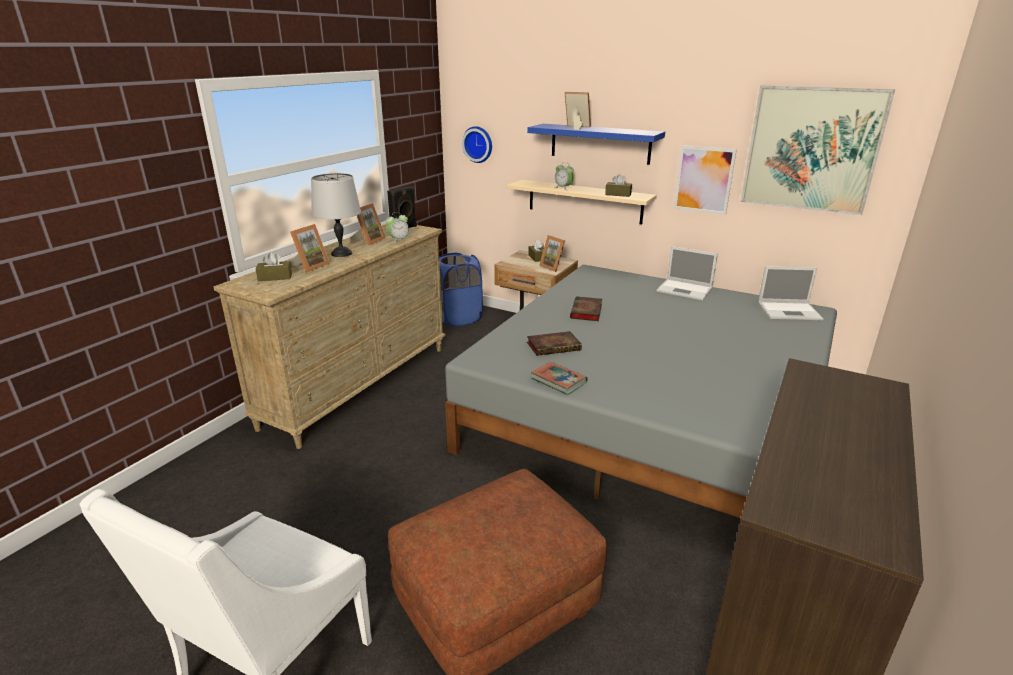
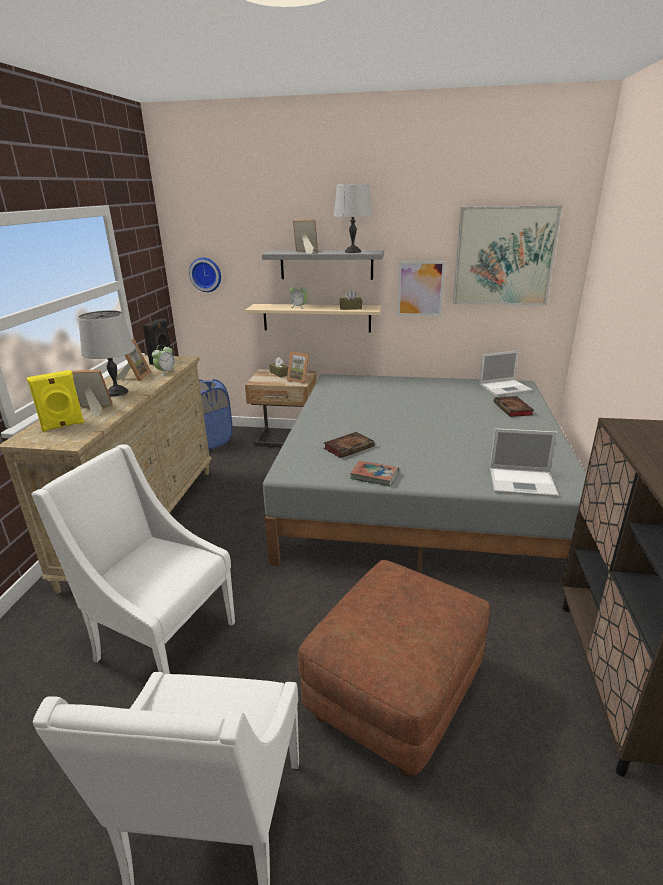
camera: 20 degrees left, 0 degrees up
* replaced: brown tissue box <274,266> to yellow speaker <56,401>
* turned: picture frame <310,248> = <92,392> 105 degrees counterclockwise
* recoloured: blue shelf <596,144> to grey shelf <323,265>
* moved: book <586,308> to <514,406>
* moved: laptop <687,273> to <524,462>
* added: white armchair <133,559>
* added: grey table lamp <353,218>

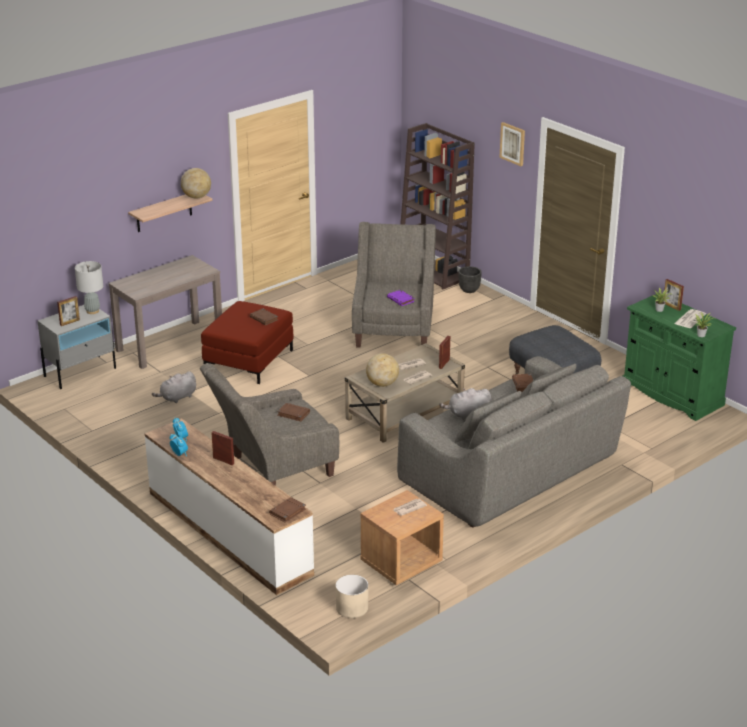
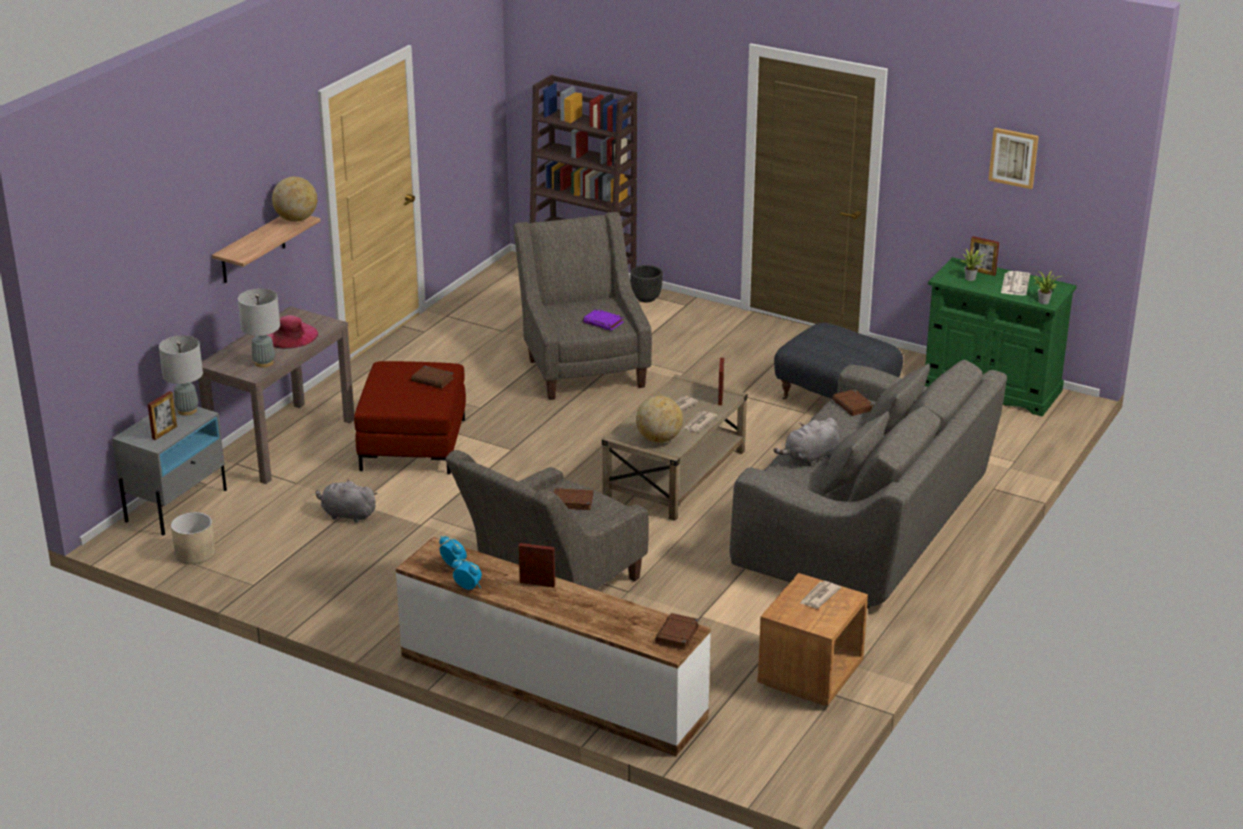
camera: 20 degrees left, 0 degrees up
* turned: grey plush toy <174,387> = <347,501> 75 degrees clockwise
* moved: beige planter <352,596> to <193,538>
* moved: picture <512,144> to <1014,158>
* added: grey table lamp <259,328>
* added: pink hat <293,332>

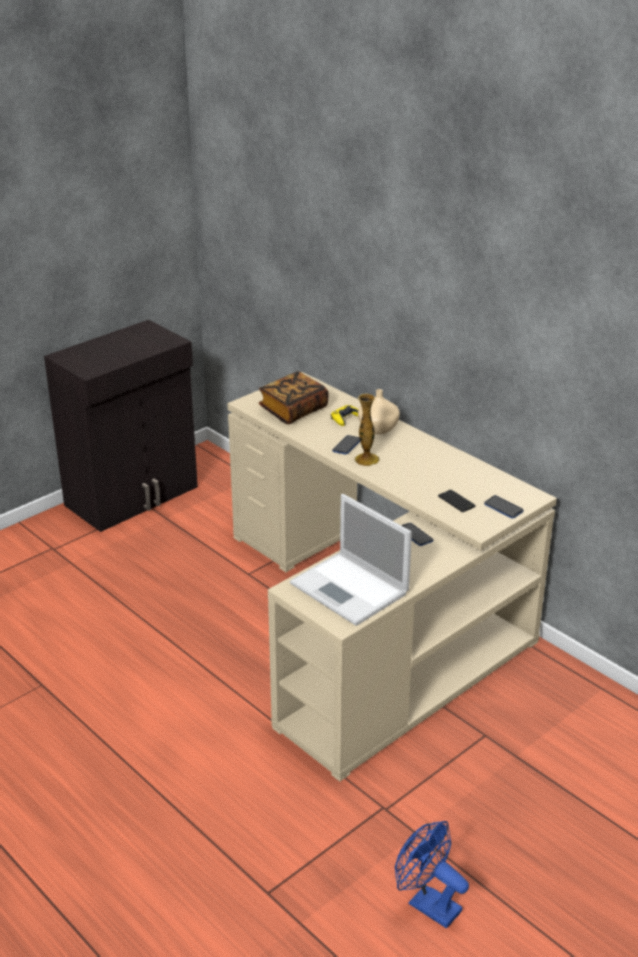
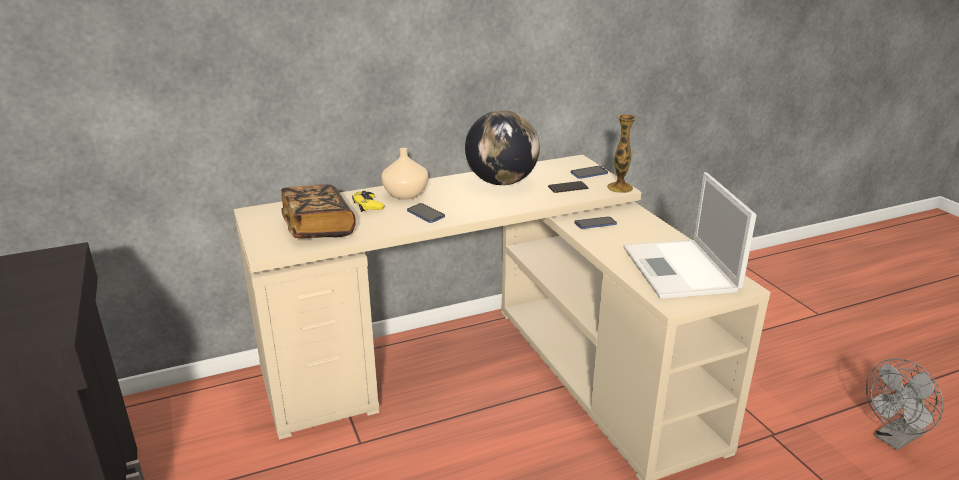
camera: 70 degrees left, 5 degrees down
* turned: laptop <351,560> = <690,235> 105 degrees clockwise
* moved: vase <367,429> to <621,153>
* recoloured: blue fan <432,875> to grey fan <905,404>
* added: globe <502,147>

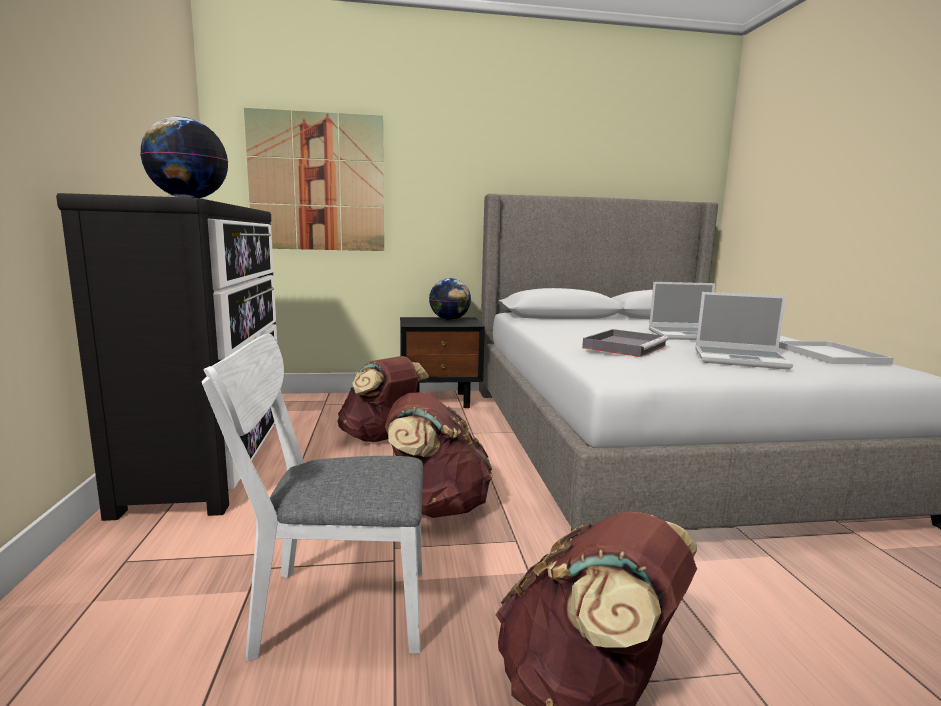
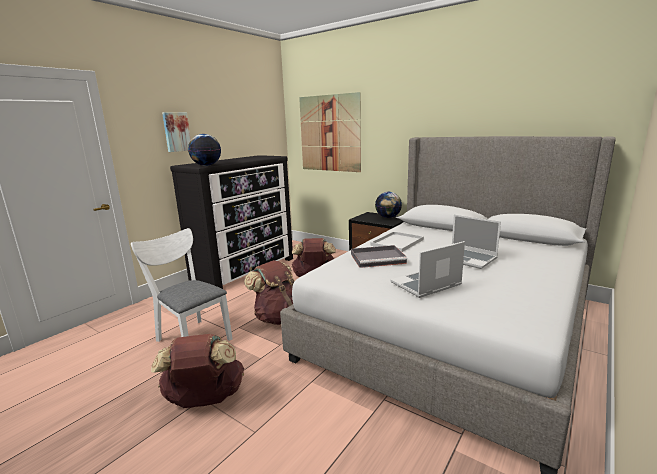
camera: 45 degrees right, 5 degrees up
* turned: laptop <744,331> = <427,269> 90 degrees clockwise
* moved: white tray <836,352> to <397,241>
* added: picture <176,132>

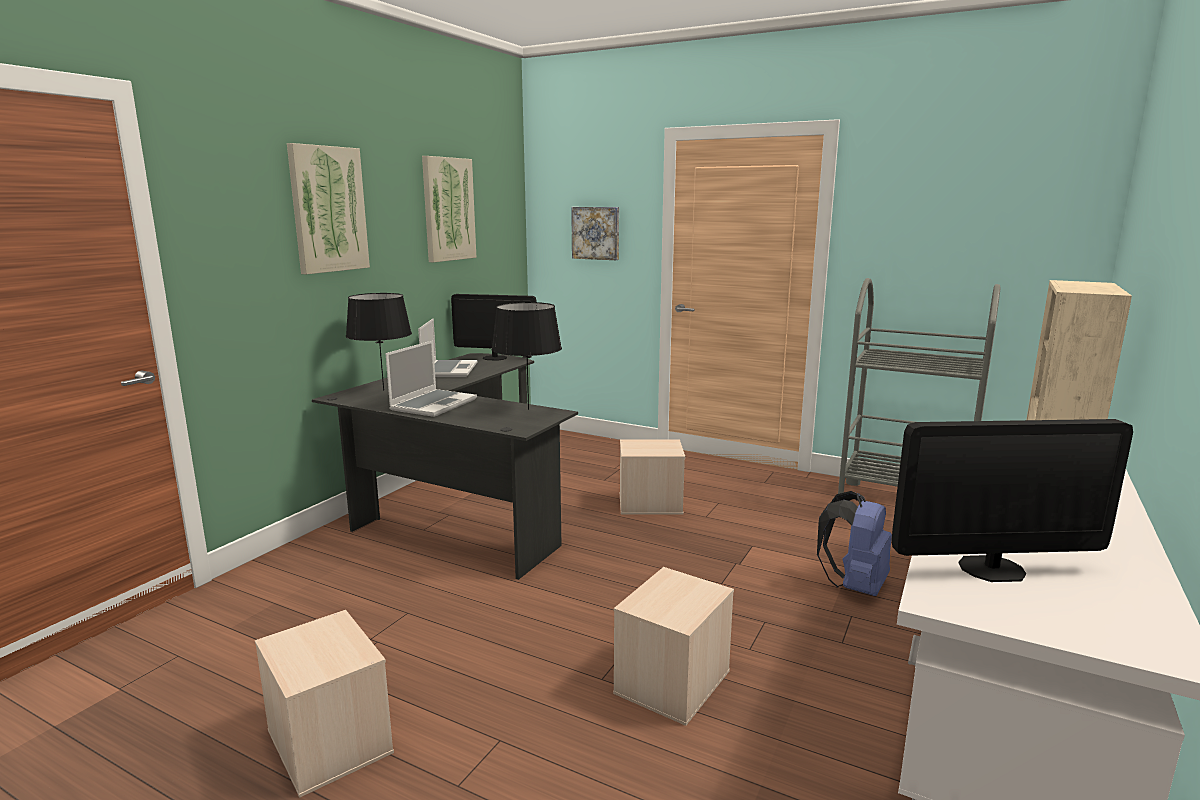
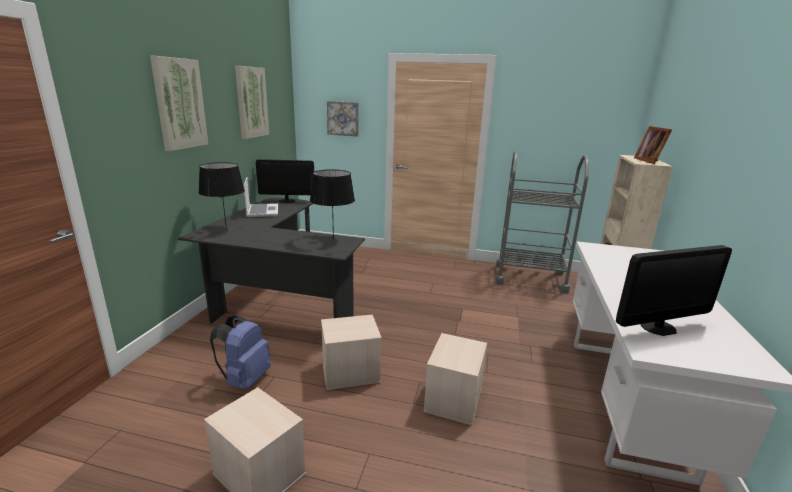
camera: 15 degrees left, 5 degrees up
* removed: laptop <431,378>
* moved: beige storage box <652,477> to <351,352>
* moved: blue backpack <854,543> to <240,352>
* added: picture frame <653,145>

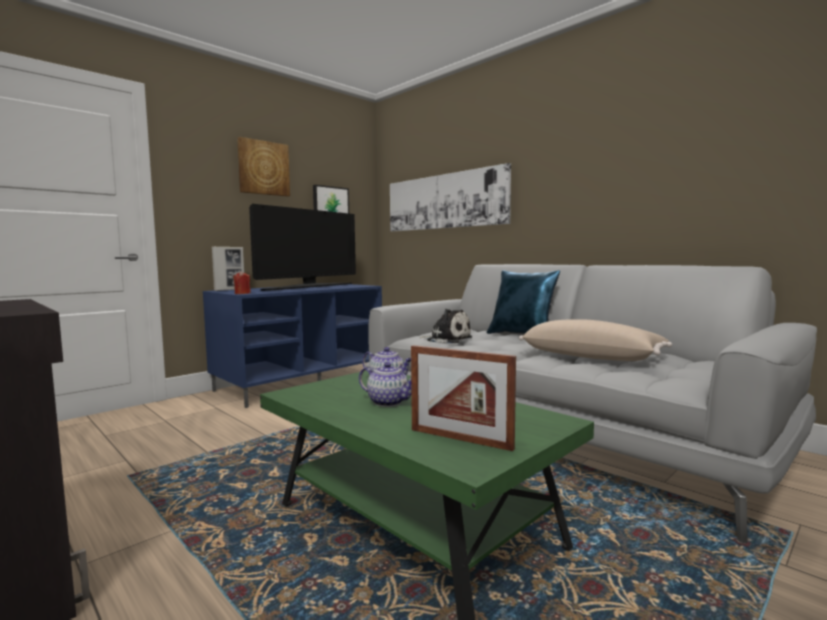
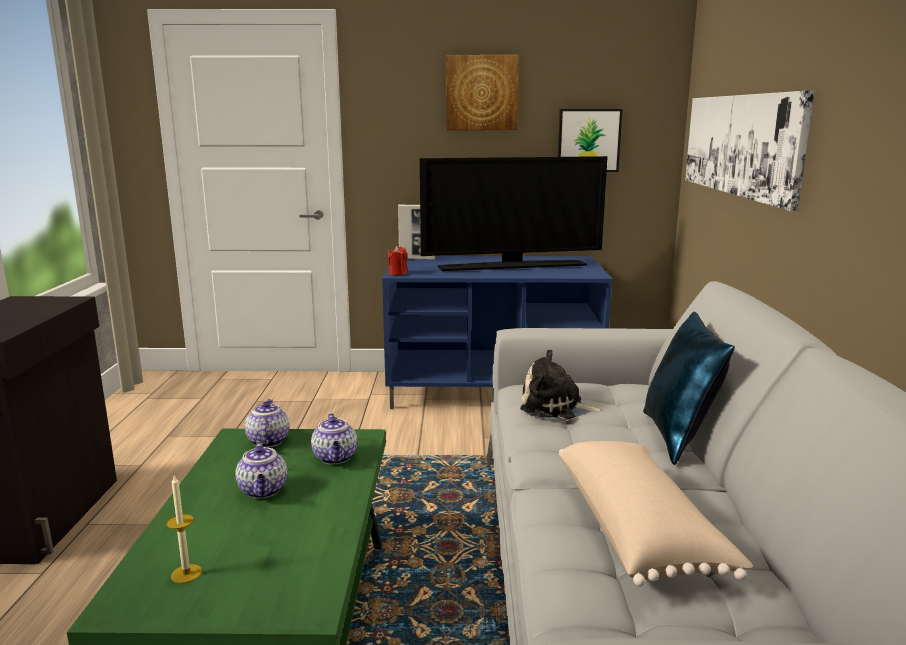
camera: 45 degrees right, 10 degrees up
* replaced: picture frame <463,398> to candle <184,529>
* turned: plush toy <445,326> = <562,384> 120 degrees clockwise
* added: teapot <267,423>

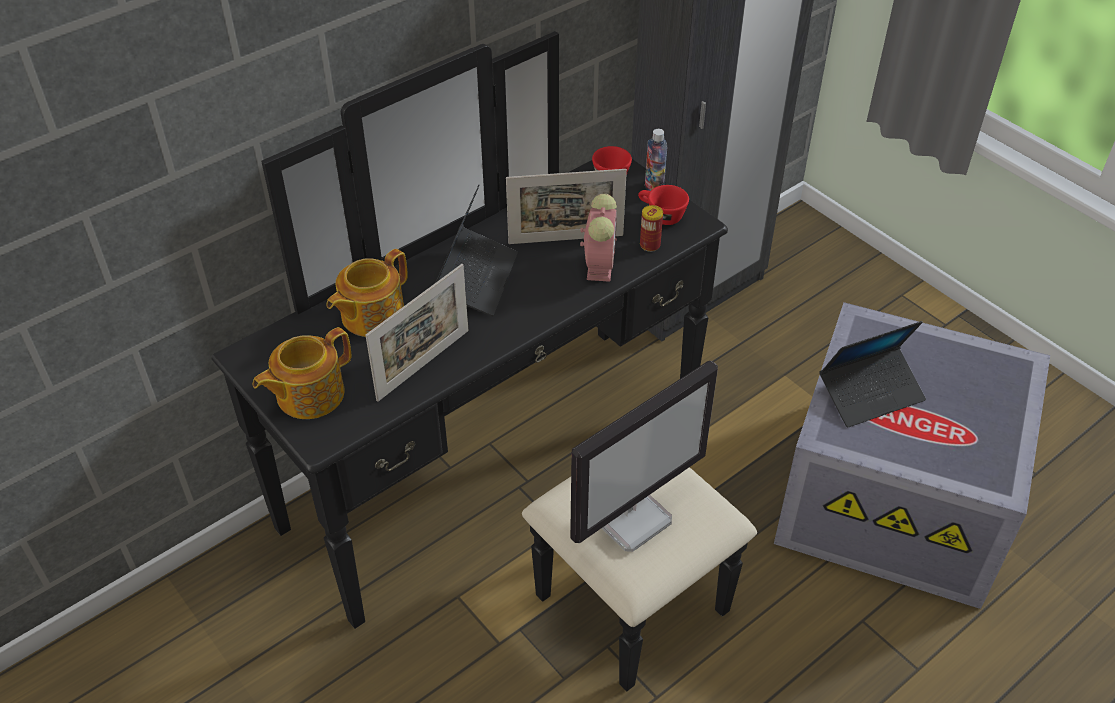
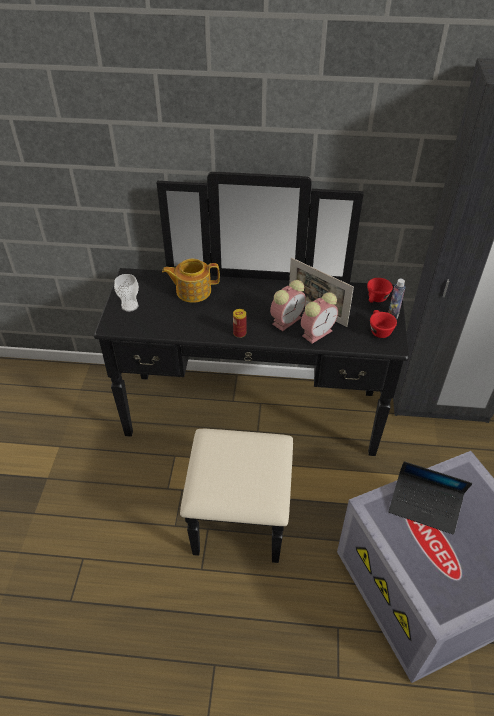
camera: 45 degrees right, 0 degrees up
* replaced: teapot <301,373> to cup <126,293>
* removed: picture frame <417,333>
* removed: laptop <476,250>
* removed: monitor <644,456>
* moved: can <651,228> to <239,323>
* added: alarm clock <288,305>

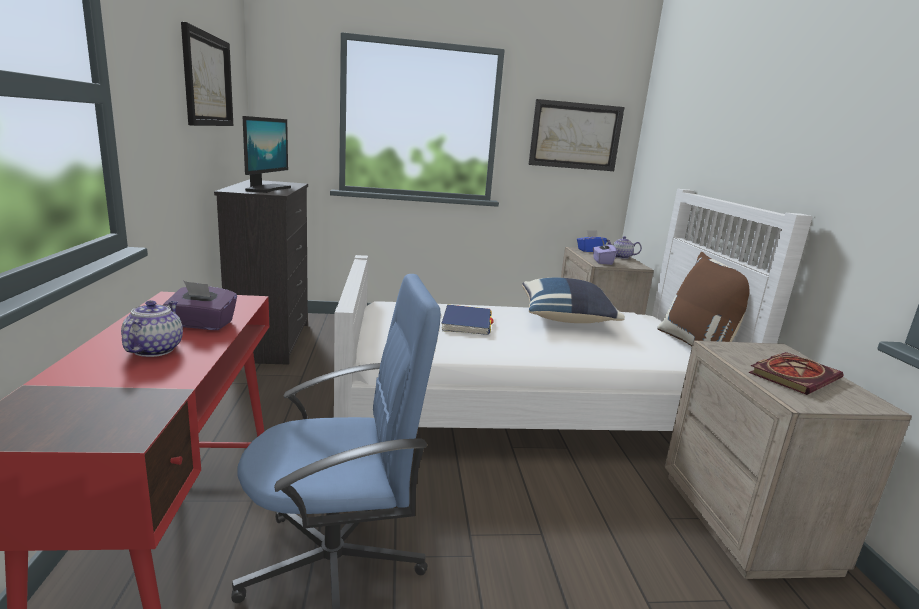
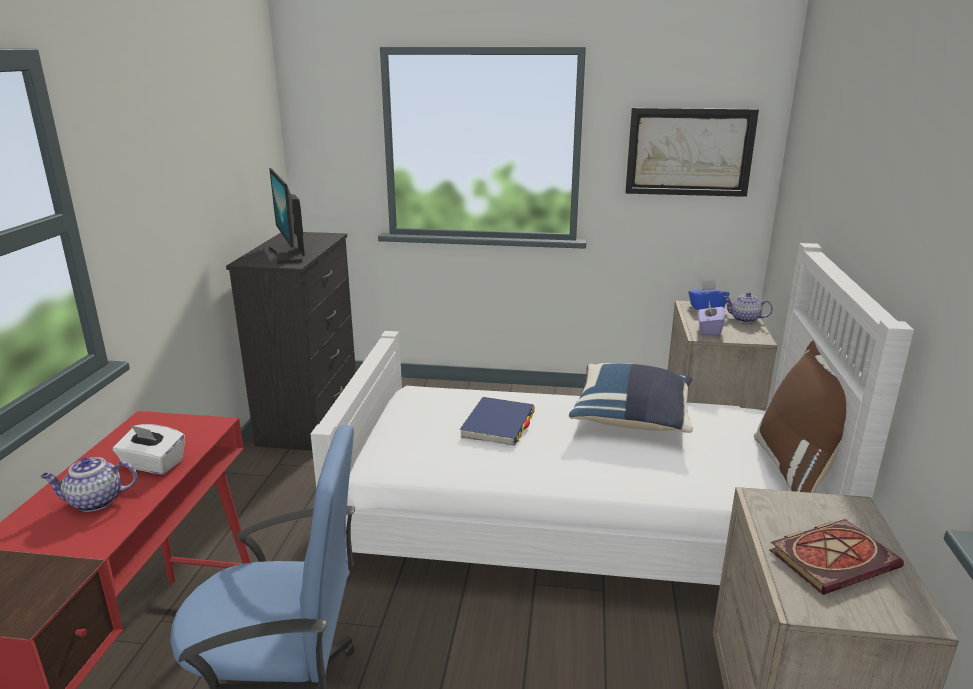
camera: 15 degrees right, 5 degrees up
* turned: teapot <152,328> = <88,484> 120 degrees counterclockwise
* recoloured: purple tissue box <200,305> to white tissue box <149,449>
* removed: picture <207,74>
* turned: monitor <267,154> = <286,216> 135 degrees clockwise

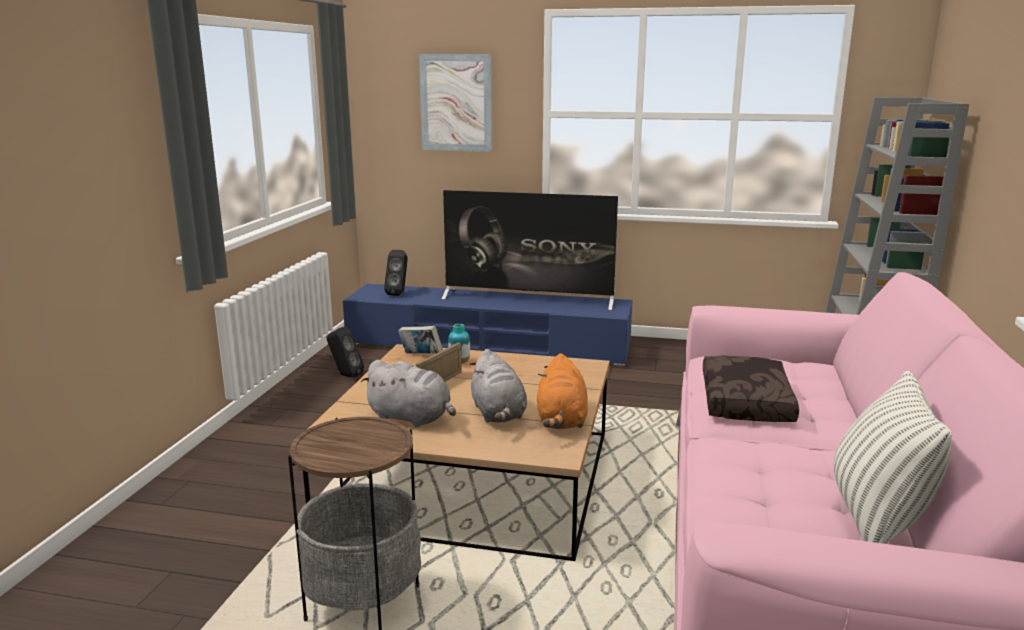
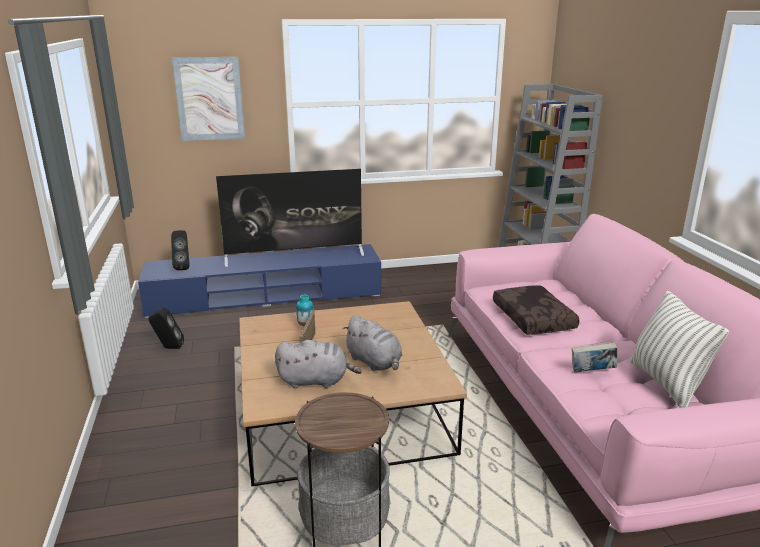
camera: 25 degrees left, 5 degrees up
* moved: book <420,340> to <594,357>
* removed: orange plush toy <562,391>

